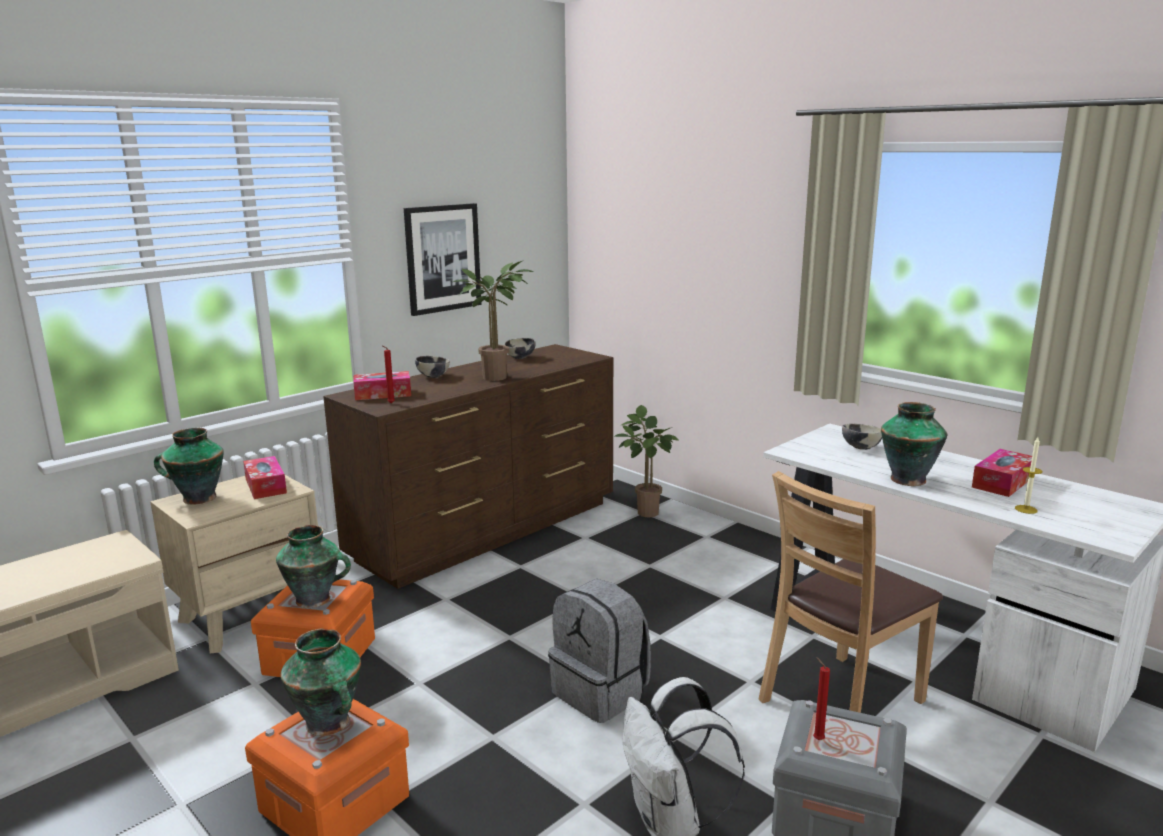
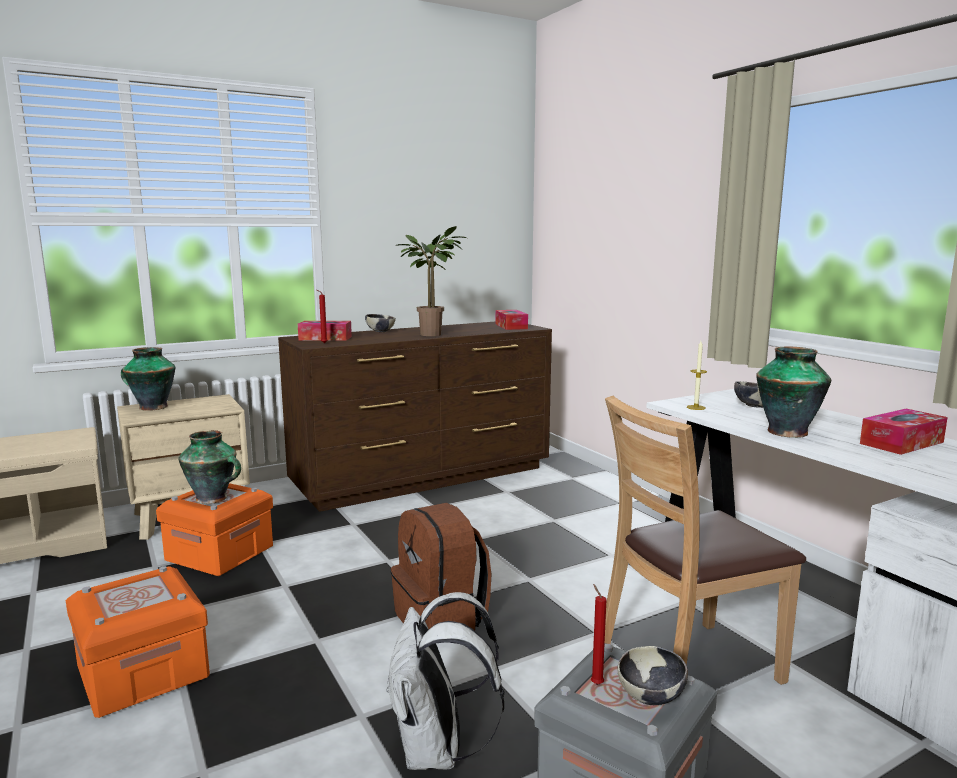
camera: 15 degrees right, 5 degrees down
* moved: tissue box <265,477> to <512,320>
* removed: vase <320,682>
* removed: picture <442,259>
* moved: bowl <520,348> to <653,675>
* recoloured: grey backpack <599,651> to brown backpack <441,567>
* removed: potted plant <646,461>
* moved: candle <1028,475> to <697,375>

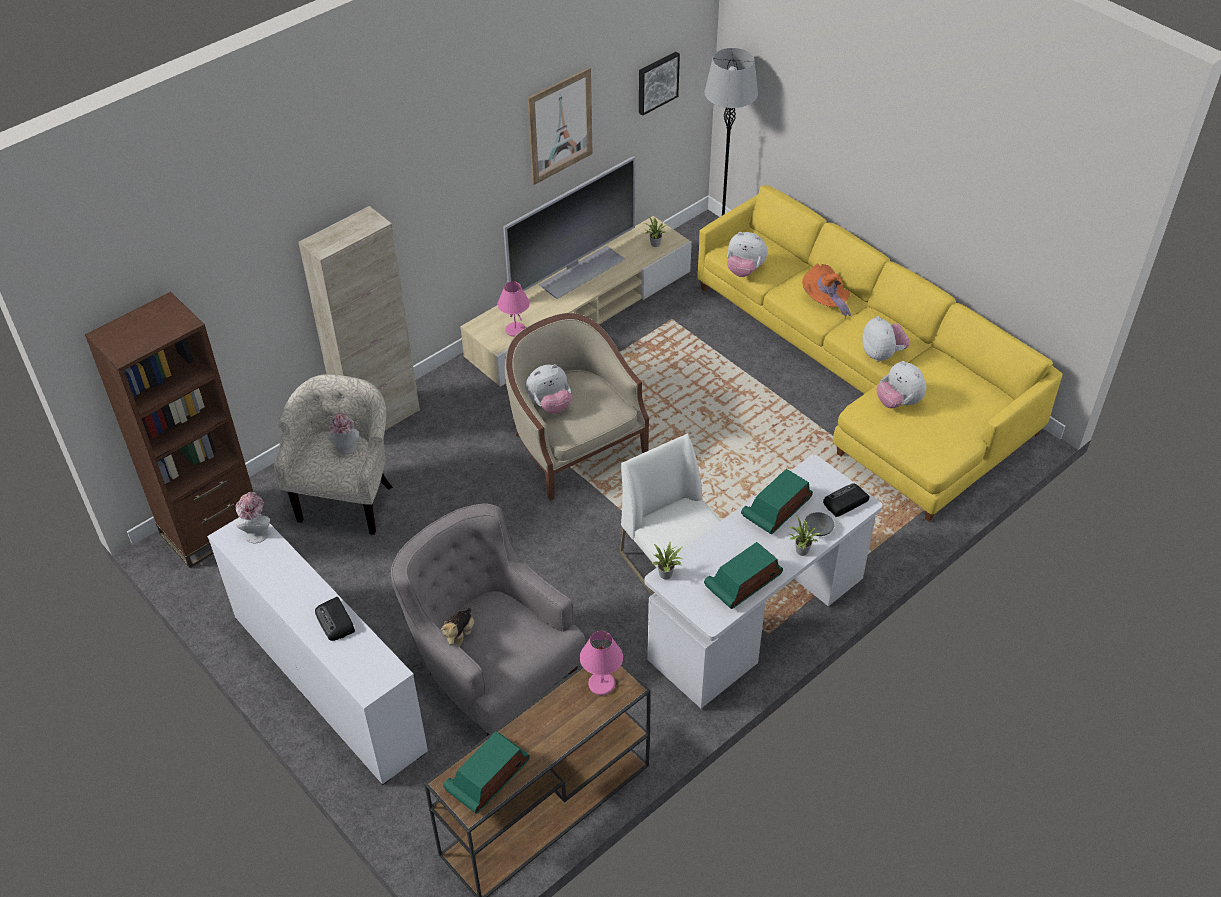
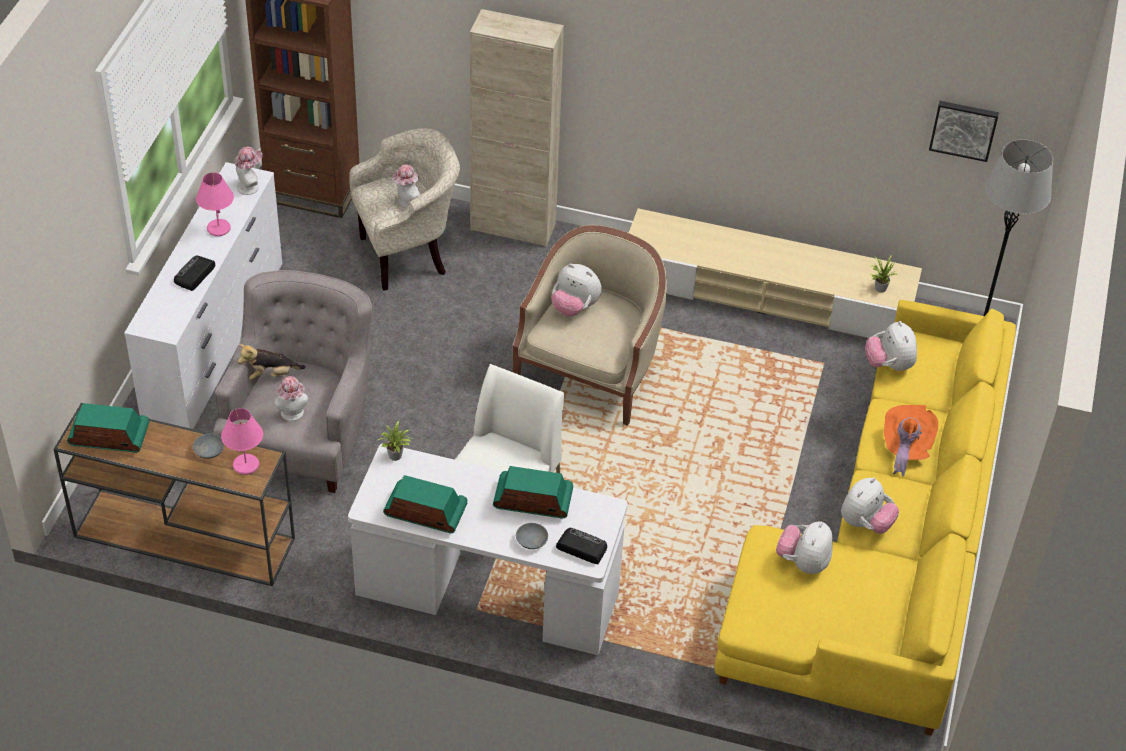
camera: 55 degrees right, 0 degrees up
* moved: pink table lamp <513,309> to <215,204>
* removed: television <569,227>
* removed: picture <560,126>
* removed: potted plant <804,535>
* added: grey bowl <208,446>
* added: hat <291,398>

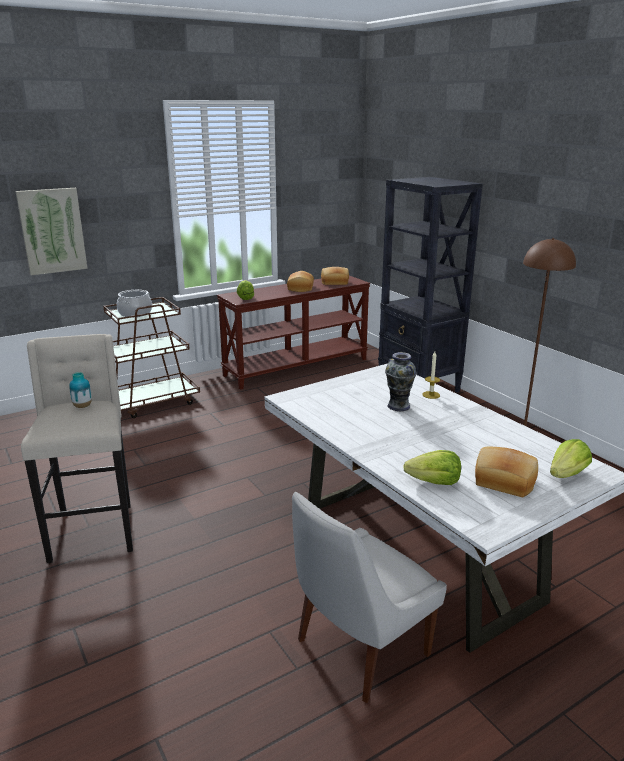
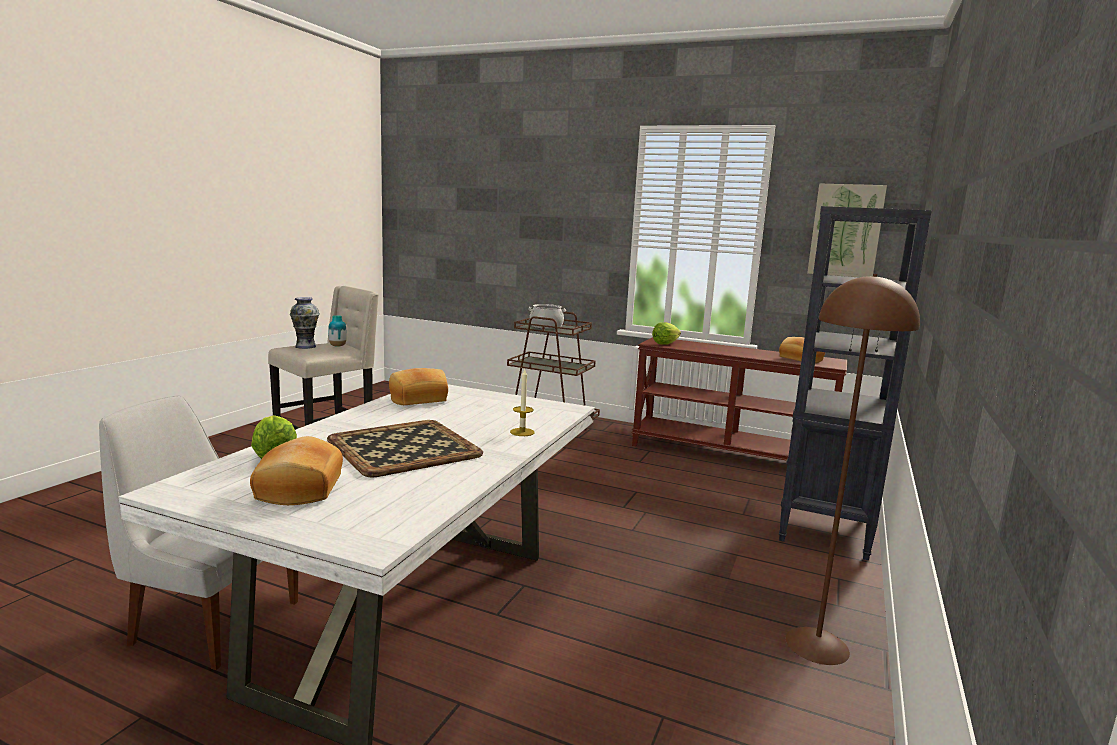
camera: 55 degrees right, 10 degrees down
* moved: picture <51,231> to <847,230>
* moved: bread <300,281> to <418,386>
* moved: vase <401,381> to <305,323>
* removed: lettuce <571,458>
* added: tray <405,448>

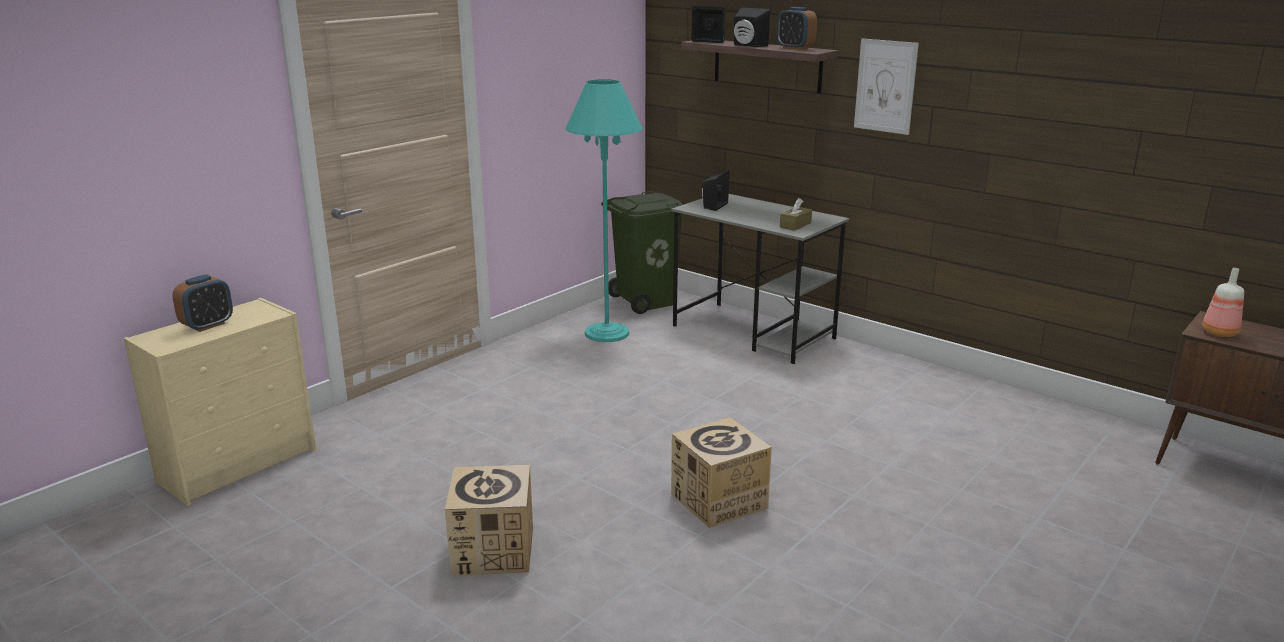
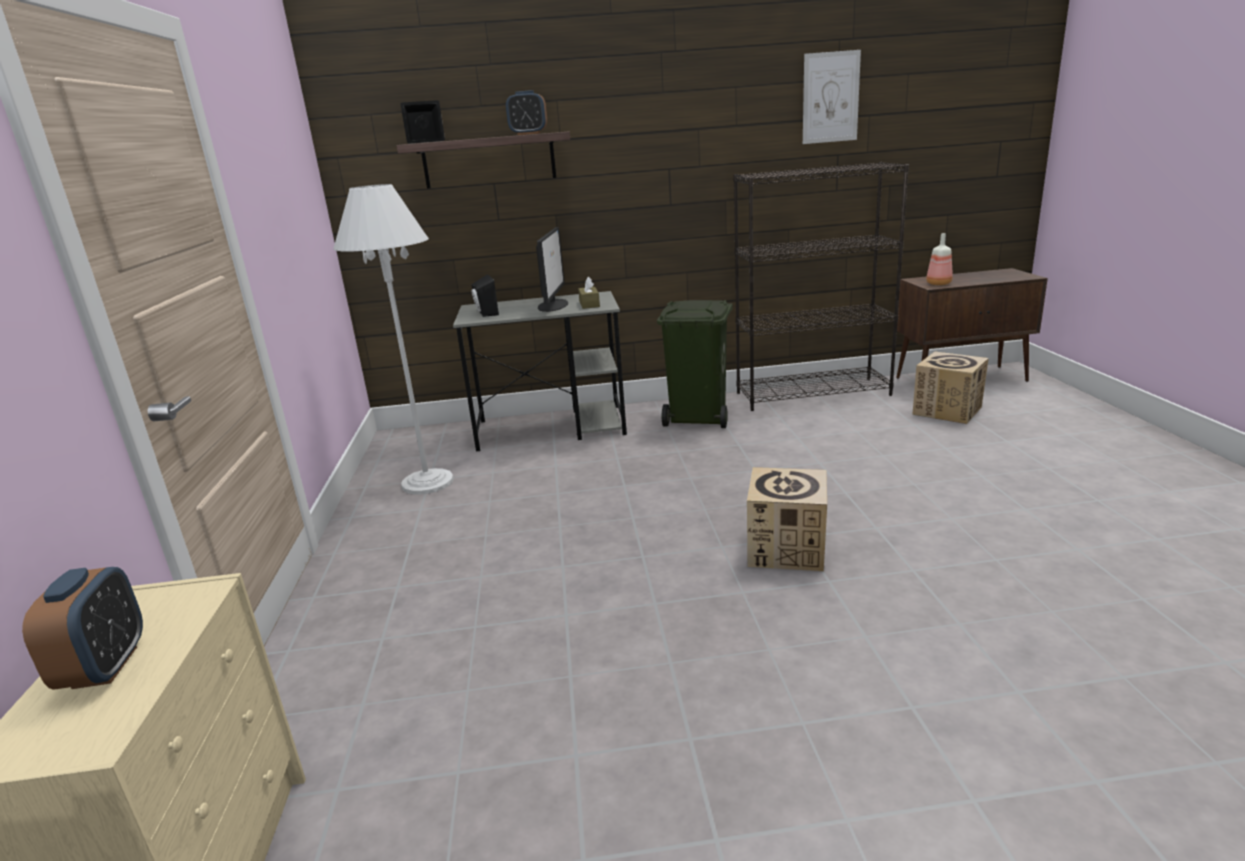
camera: 45 degrees left, 0 degrees up
* moved: cardboard box <489,520> to <950,388>
* recoloured: turquoise floor lamp <603,210> to white floor lamp <393,339>
* moved: green trash can <642,252> to <695,364>
* removed: black speaker <752,27>
* moved: picture <886,87> to <832,97>
* added: monitor <552,269>
* added: black bookcase <821,286>

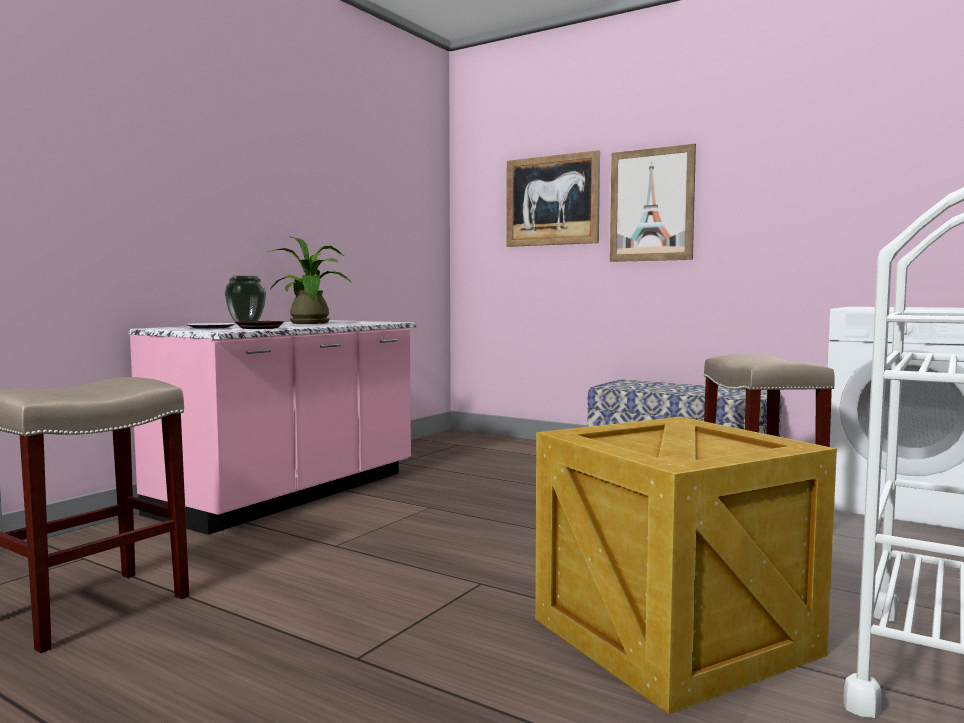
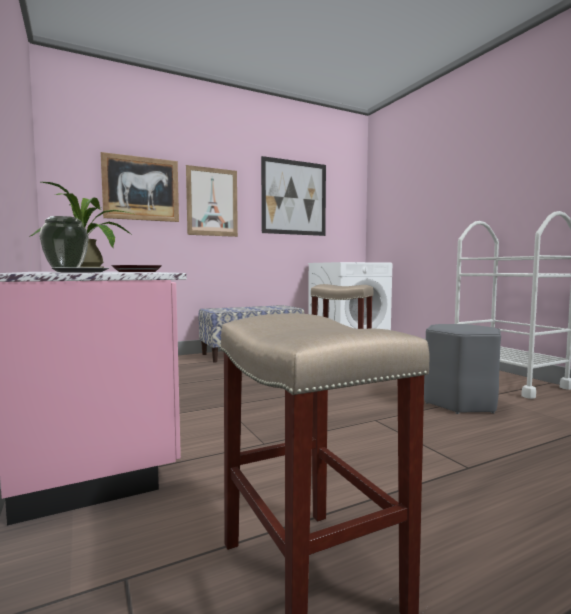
camera: 60 degrees left, 0 degrees up
* replaced: crate <686,565> to grey stool <462,369>
* added: picture <293,196>

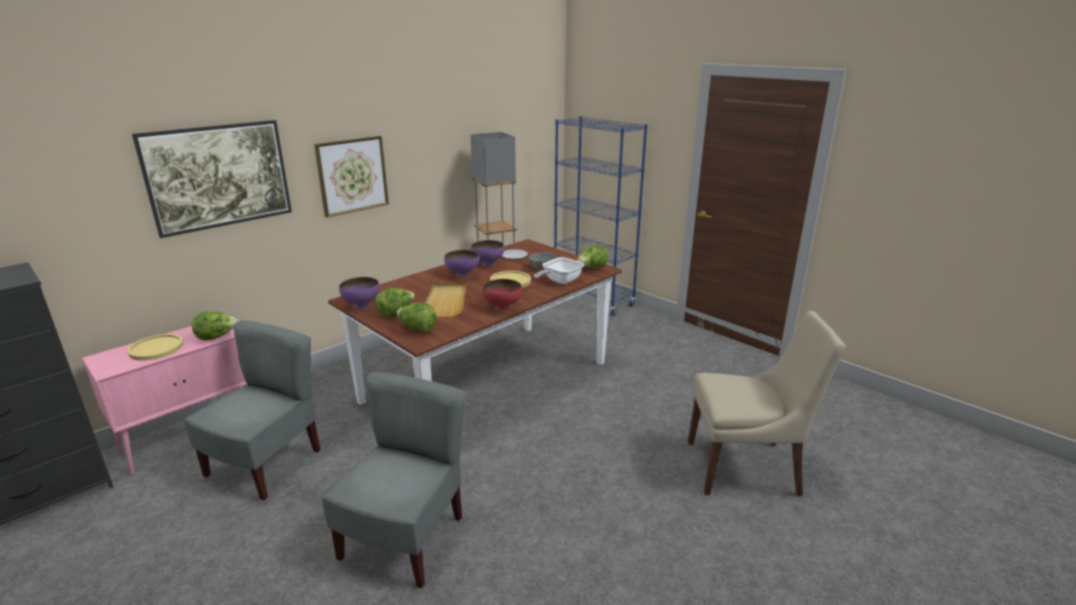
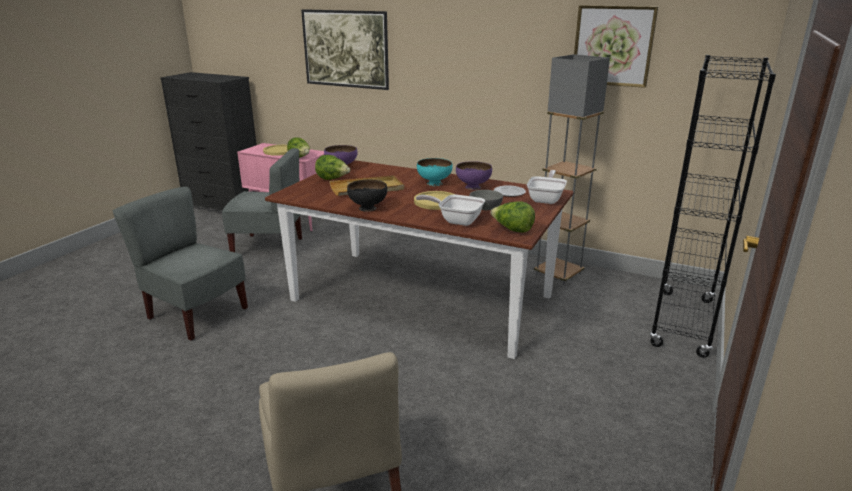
camera: 70 degrees right, 0 degrees up
* moved: picture <351,177> to <616,46>
* turned: grey chair <394,480> = <180,264> 150 degrees counterclockwise
* removed: lettuce <417,317>
* recoloured: purple bowl <462,264> to turquoise bowl <435,172>
* recoloured: red bowl <502,295> to black bowl <367,196>
* recoloured: blue bookcase <601,215> to black bookcase <713,206>
* added: frying pan <547,187>

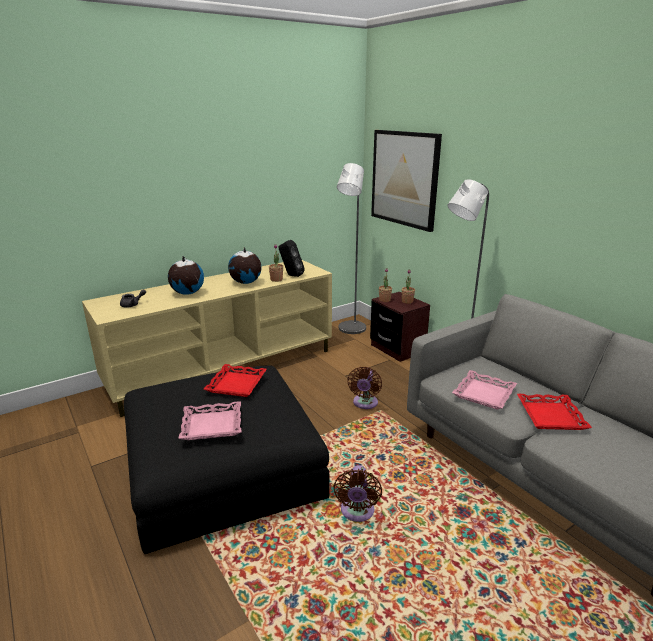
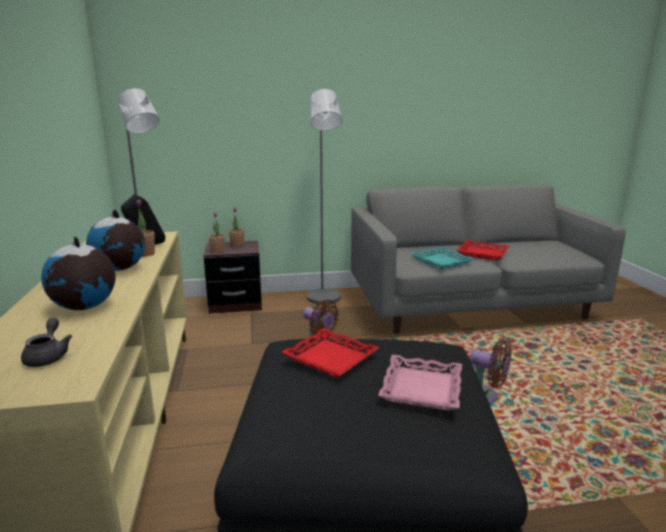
camera: 65 degrees left, 5 degrees down
* removed: picture <406,181>
* recoloured: pink tray <484,389> to turquoise tray <442,258>

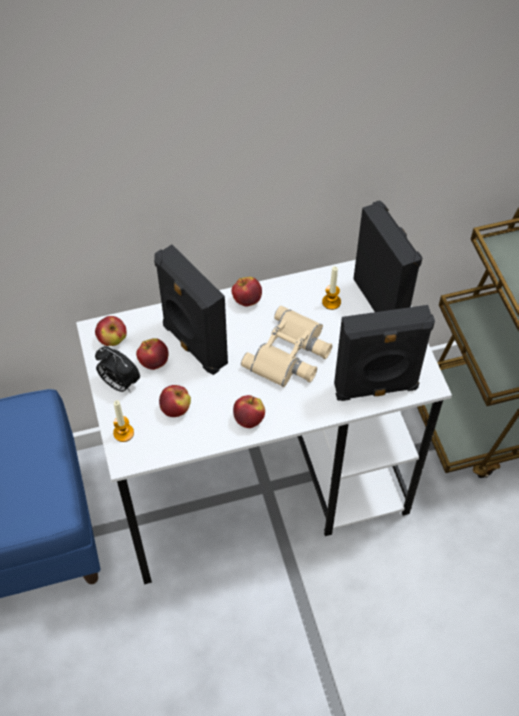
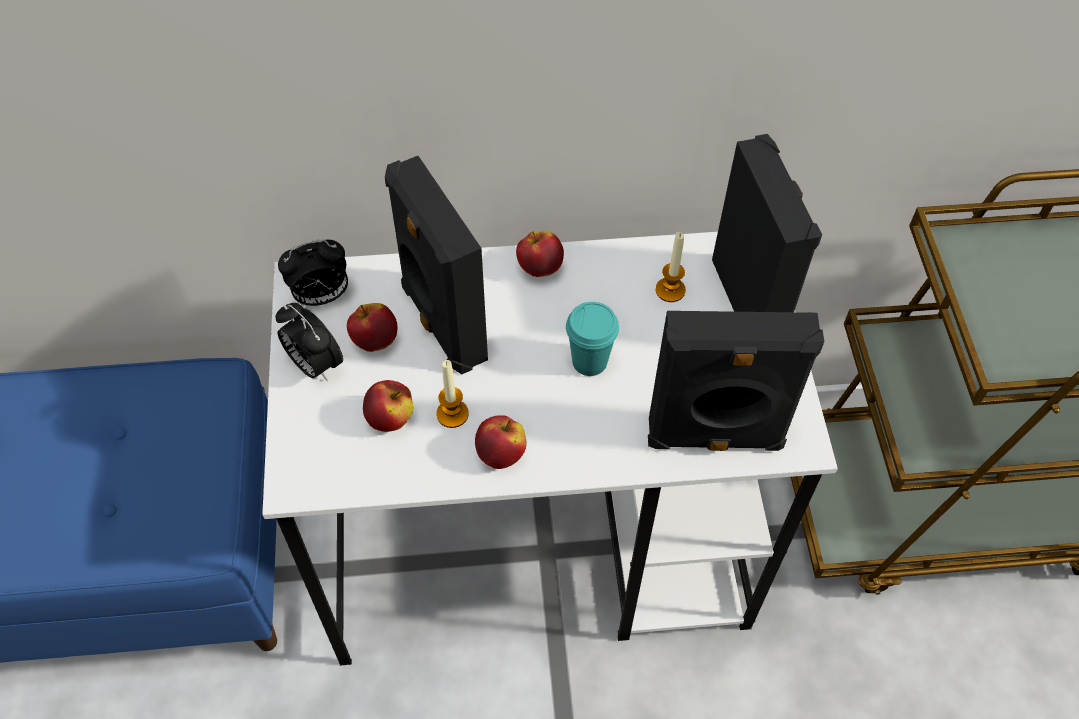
camera: 10 degrees right, 0 degrees up
* replaced: apple <111,331> to alarm clock <313,273>
* moved: candle <123,421> to <452,394>
* replaced: beige binoculars <286,346> to turquoise cup <592,339>

